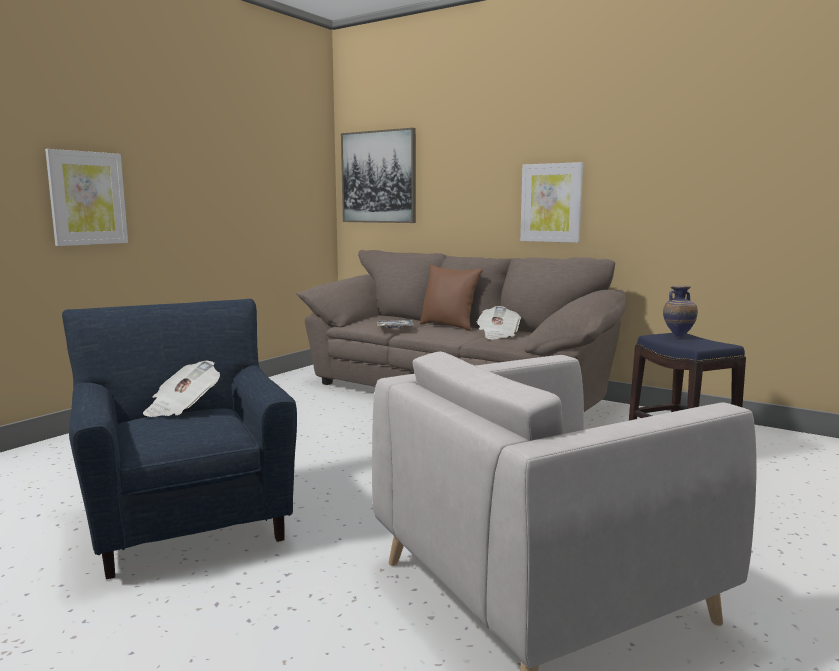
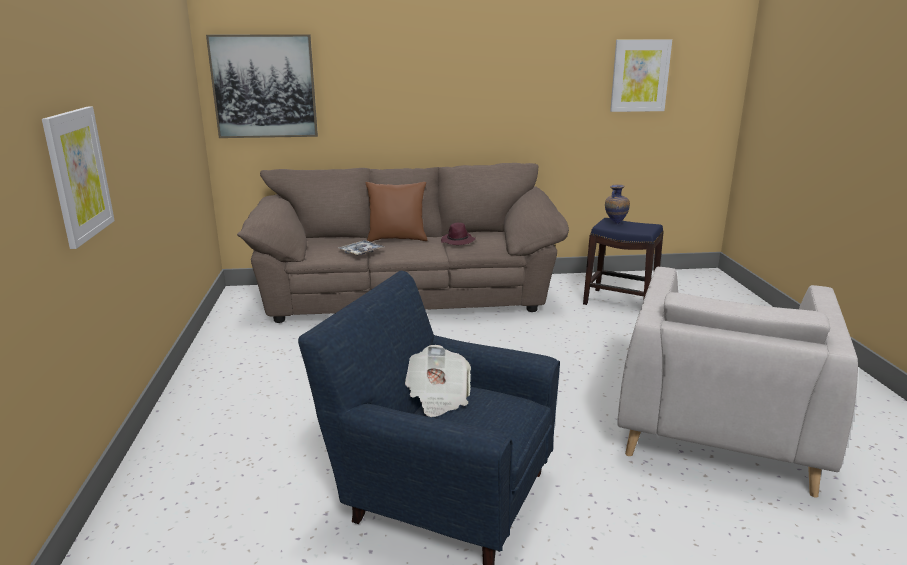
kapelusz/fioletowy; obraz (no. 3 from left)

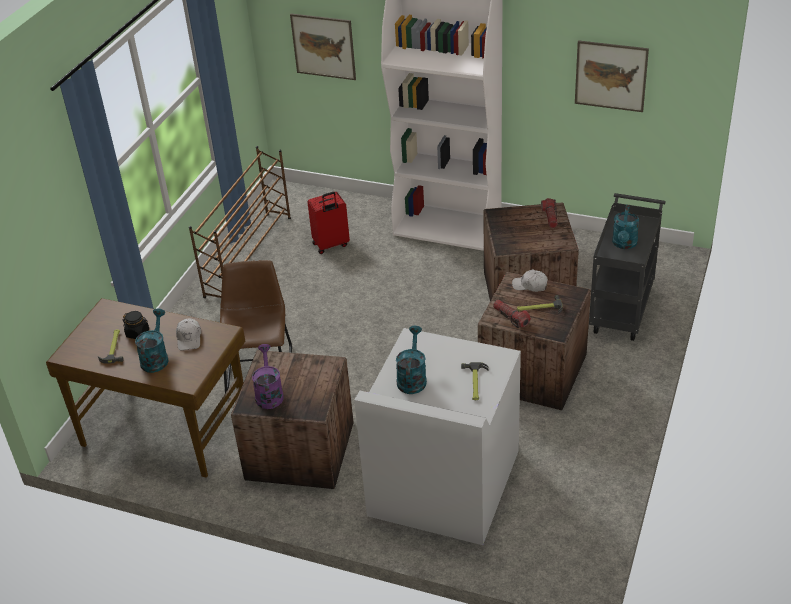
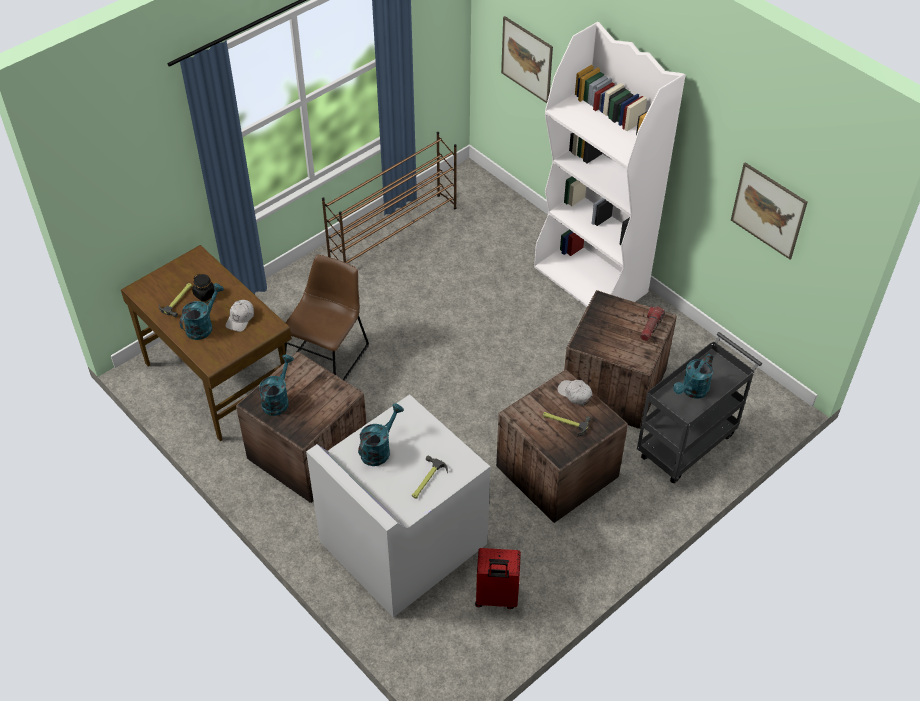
konewka/turkusowy (no. 2 from left); walizka/czerwony; latarka (no. 1 from left in the first image)

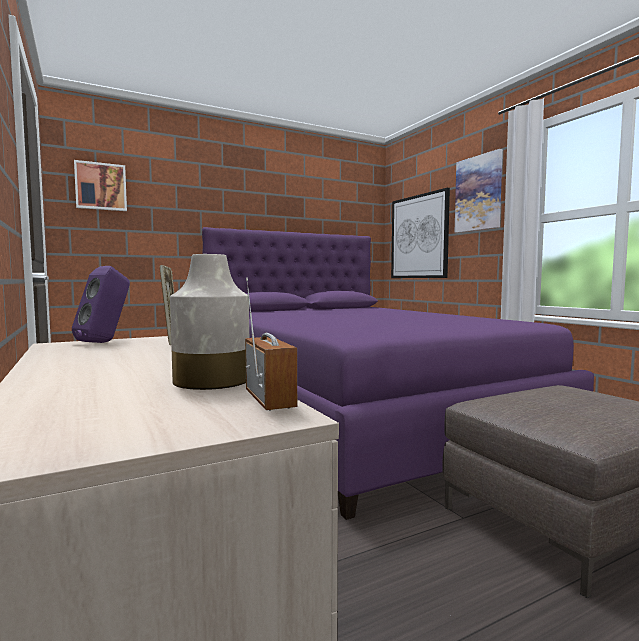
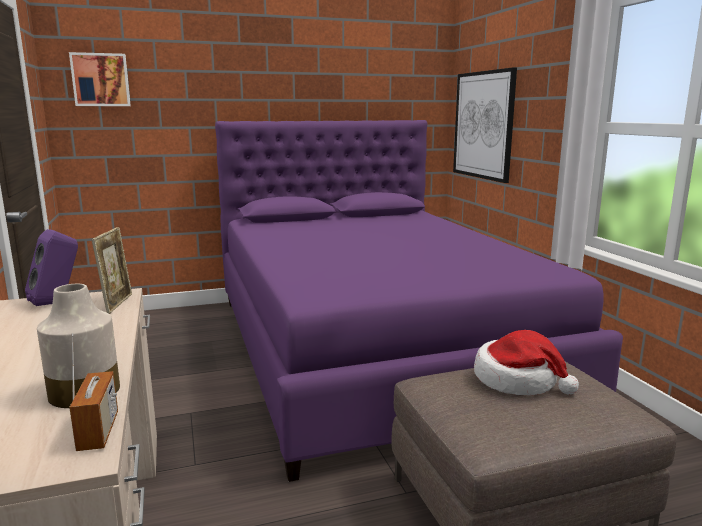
obraz (no. 3 from left in the first image); kapelusz

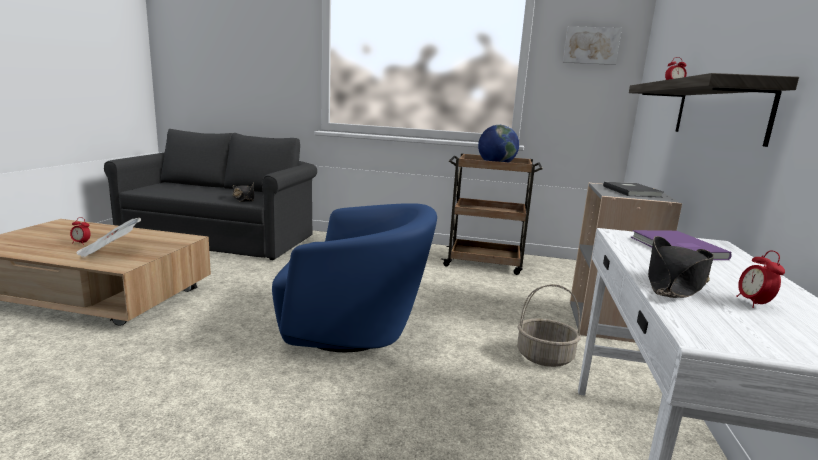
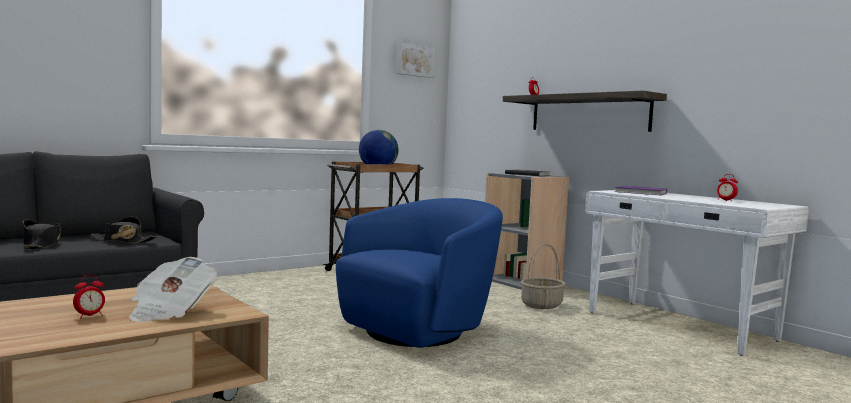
kapelusz/czarny (no. 1 from left)

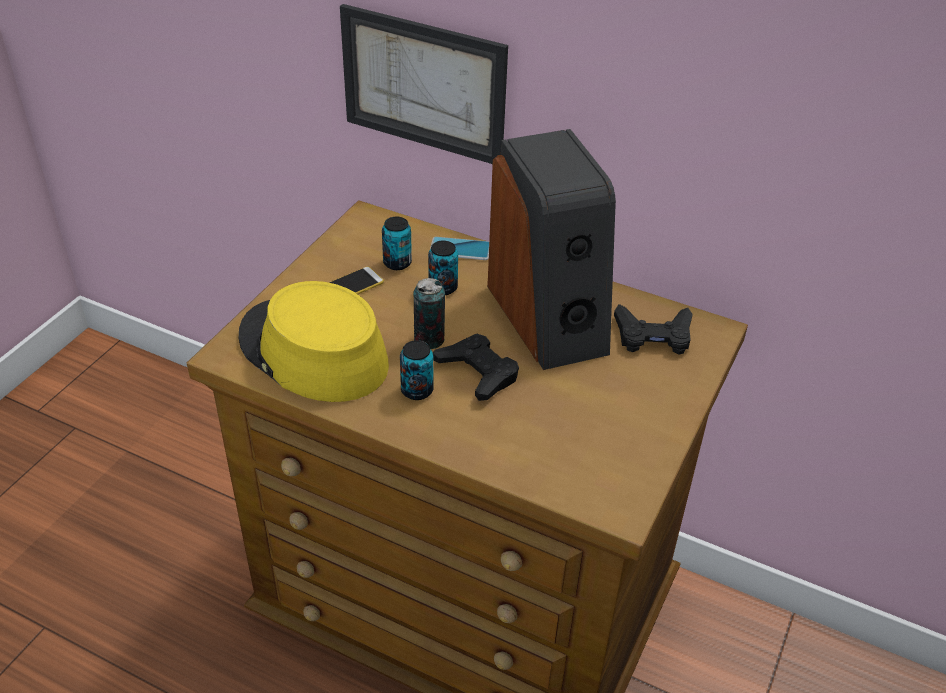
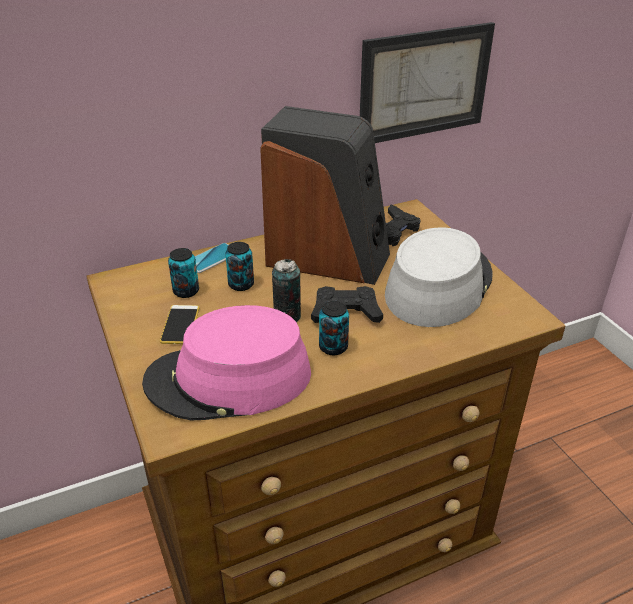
kapelusz/różowy; obraz; kapelusz/szary

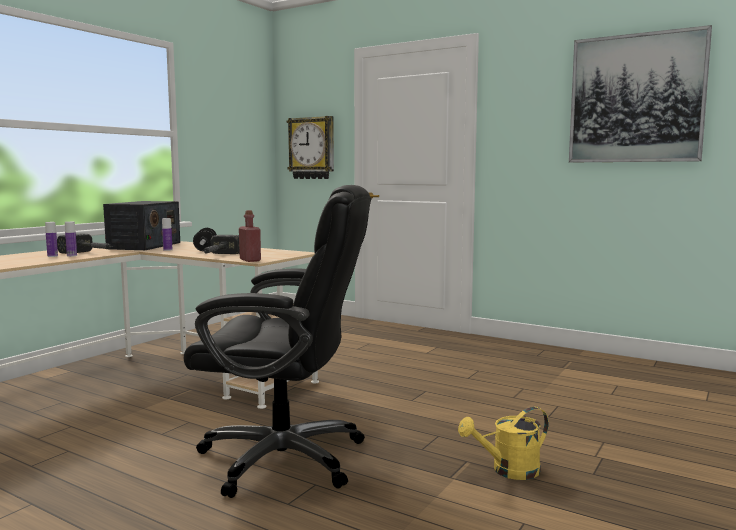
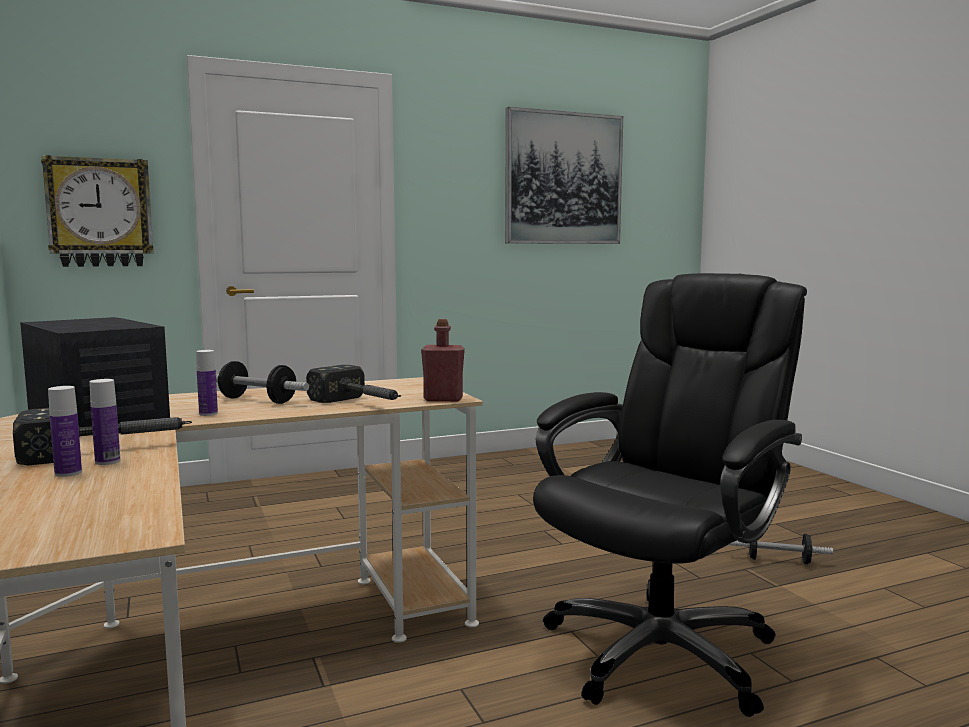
hantel (no. 2 from left)

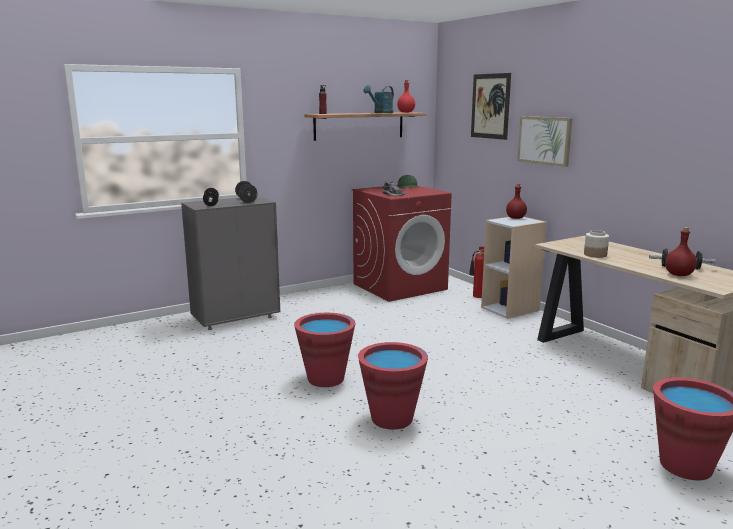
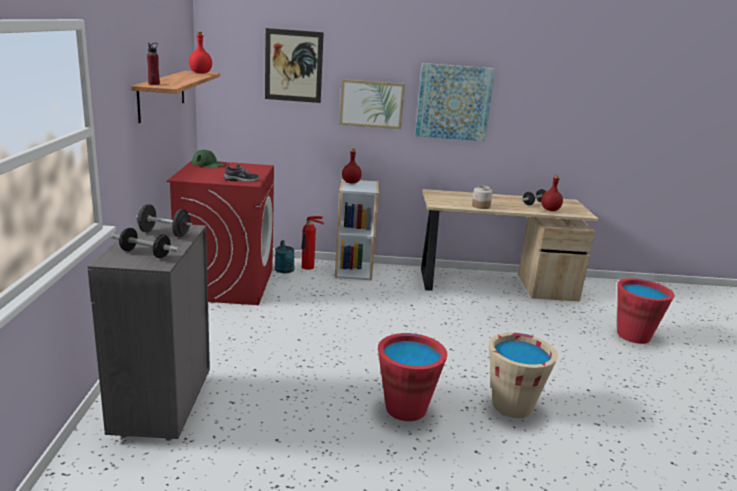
wiadro/beżowy; konewka/turkusowy; obraz (no. 3 from left)

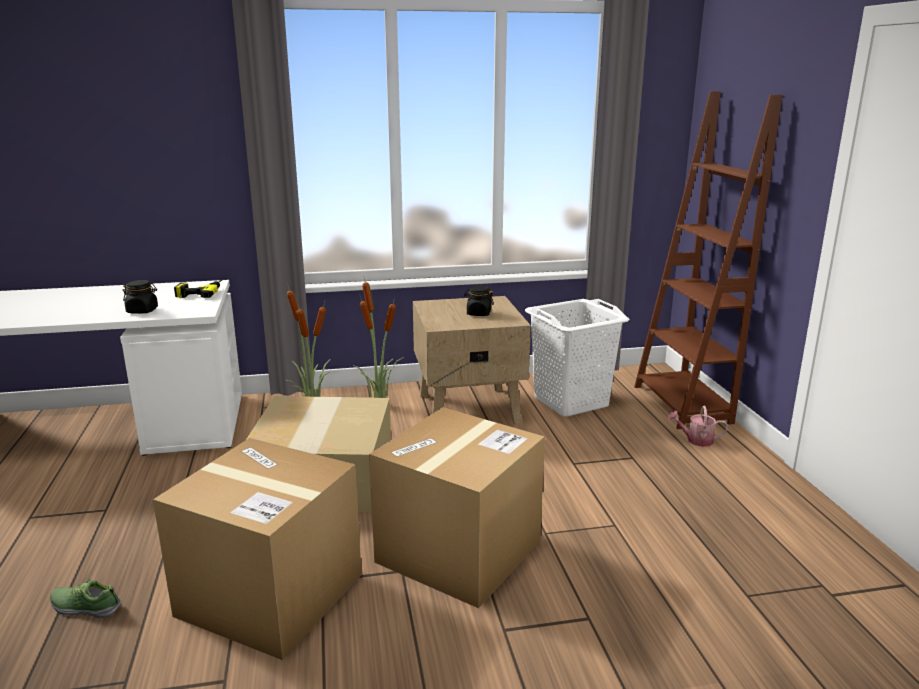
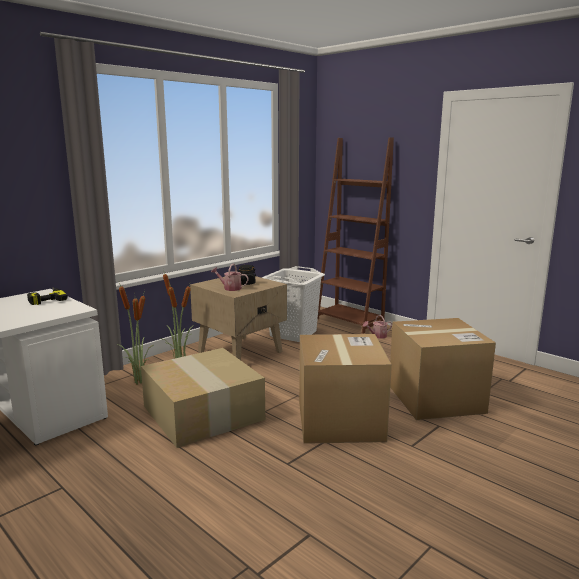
but; słoik/czarny (no. 1 from left in the first image); karton (no. 3 from left); konewka (no. 1 from left)

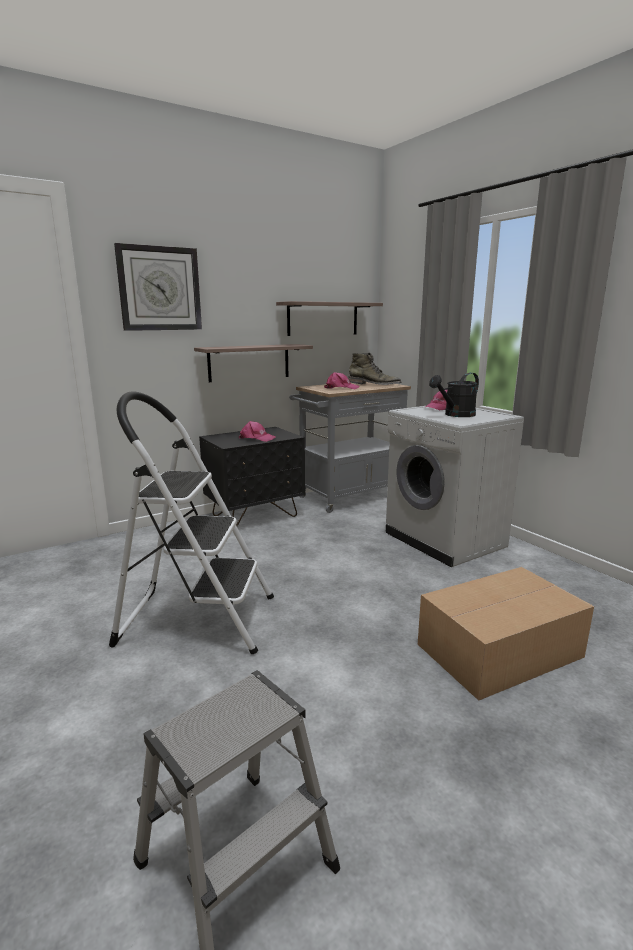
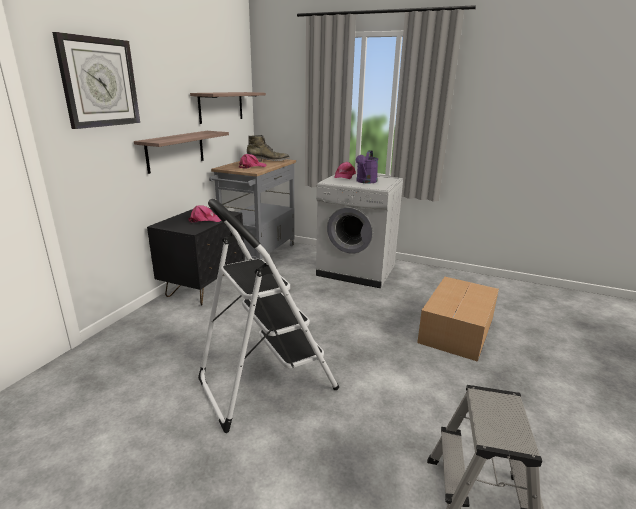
konewka/fioletowy

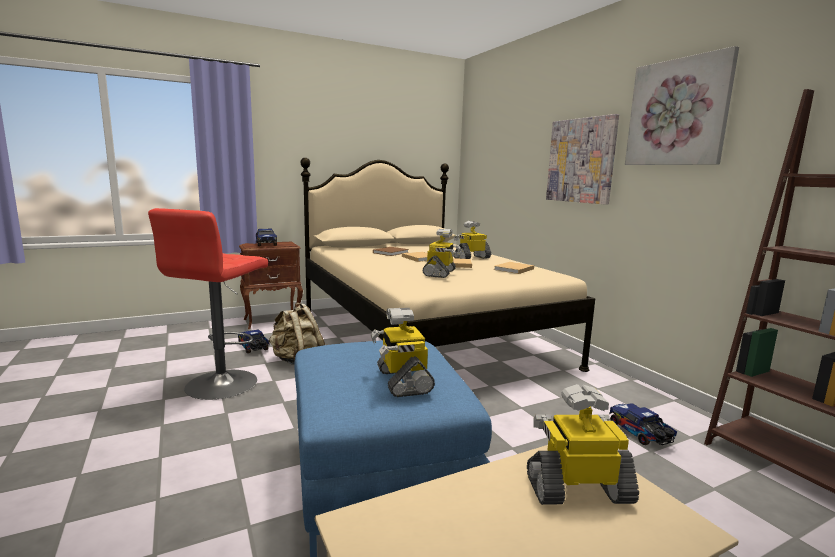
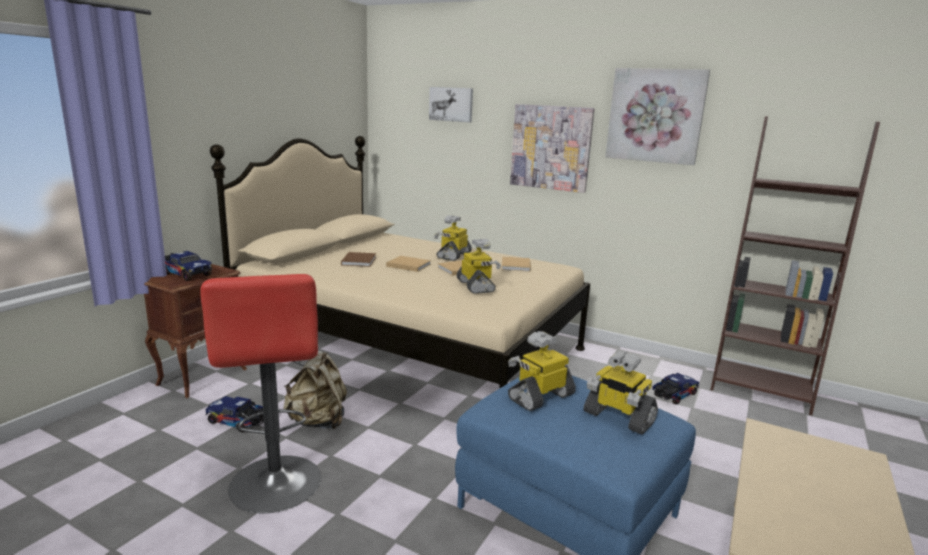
robot zabawkowy (no. 3 from left); ciężarówka zabawkowa (no. 3 from left); obraz (no. 1 from left)

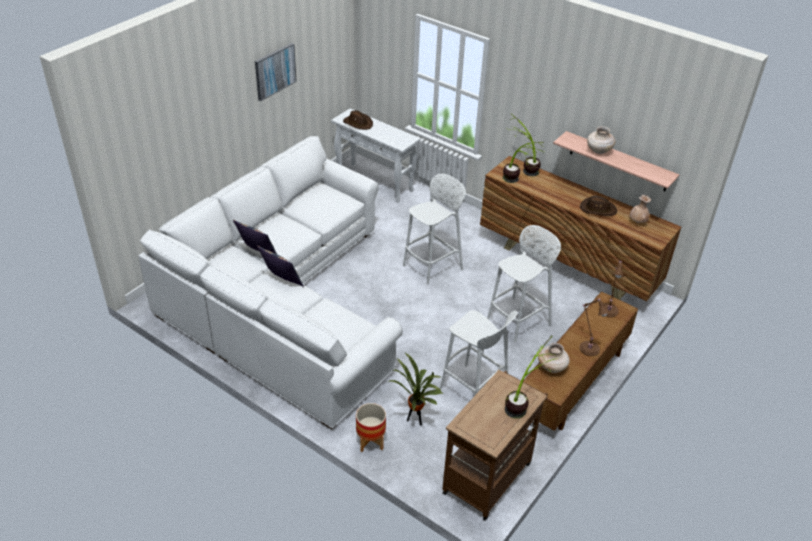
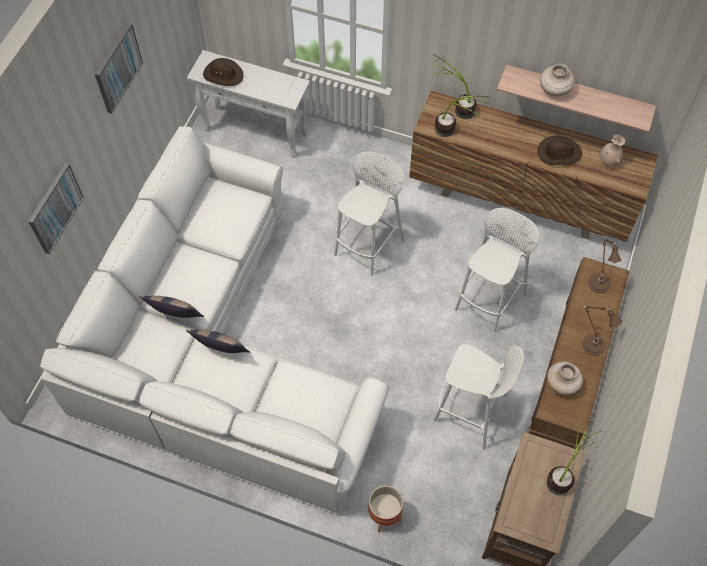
roślina doniczkowa (no. 1 from left in the first image); obraz (no. 1 from left)

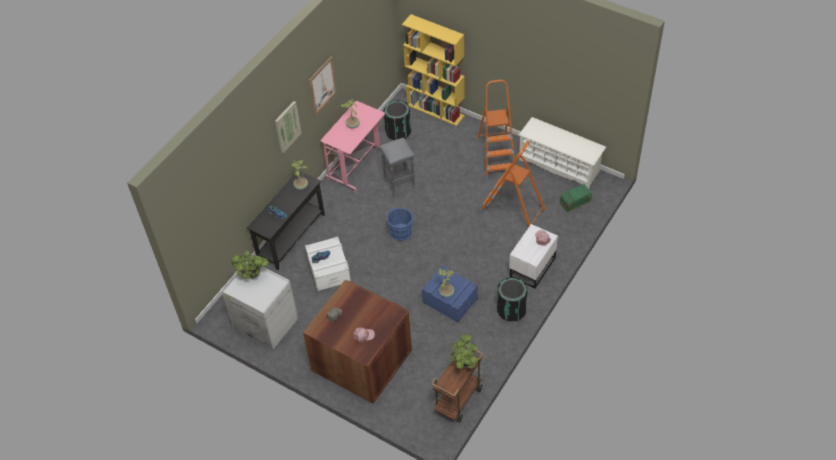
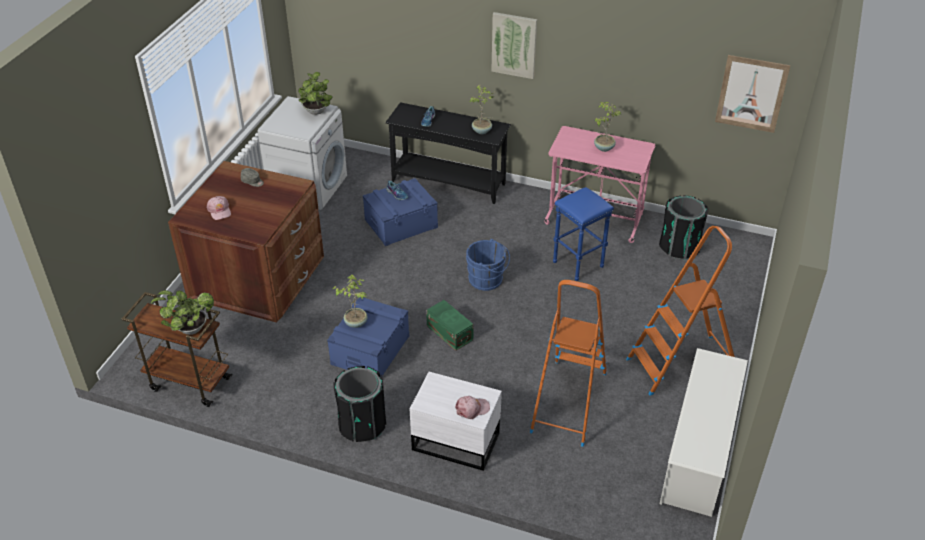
pojemnik do przechowywania/niebieski (no. 2 from left); obraz (no. 2 from left); stołek/niebieski; regał/żółty; pojemnik do przechowywania/zielony

